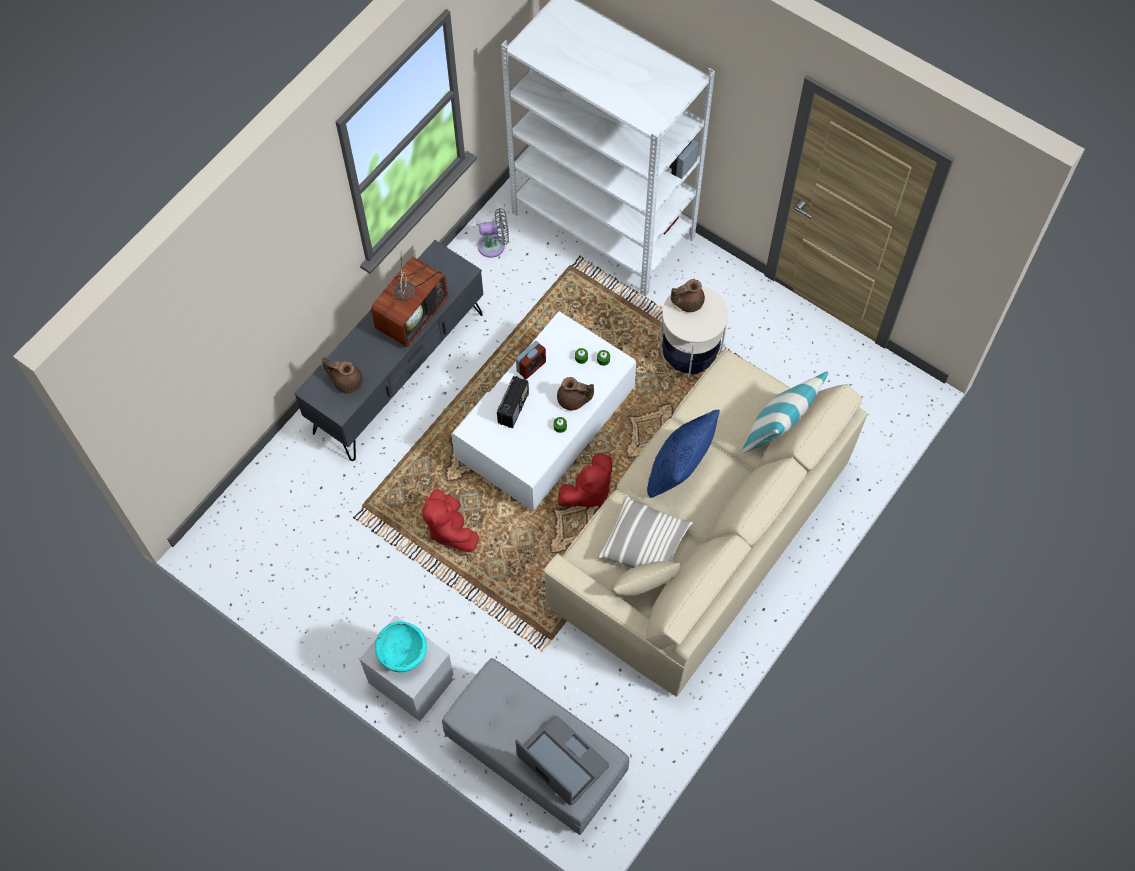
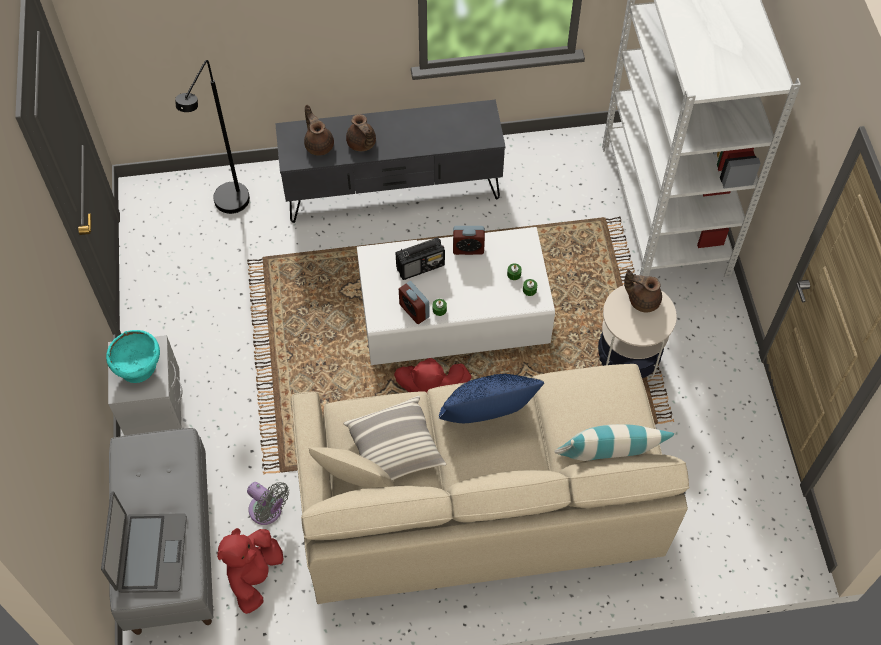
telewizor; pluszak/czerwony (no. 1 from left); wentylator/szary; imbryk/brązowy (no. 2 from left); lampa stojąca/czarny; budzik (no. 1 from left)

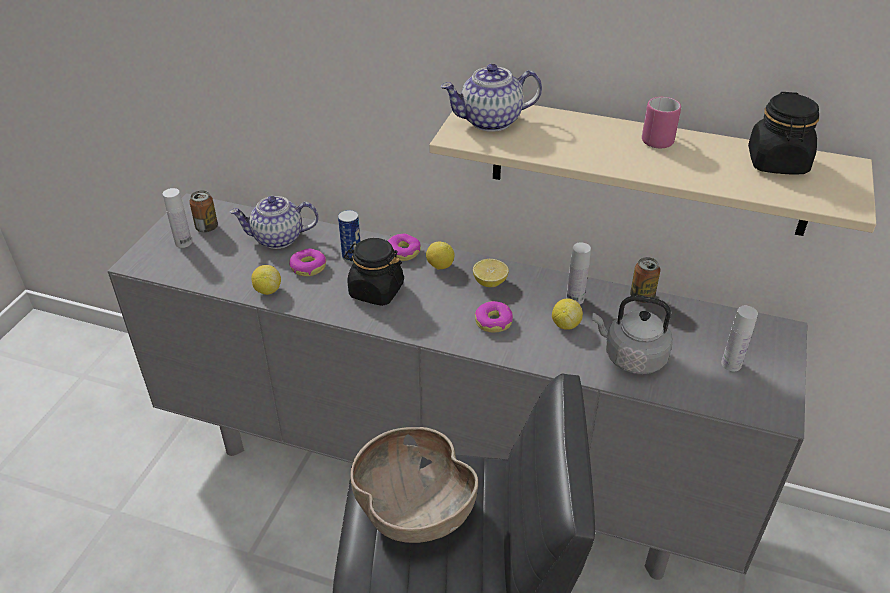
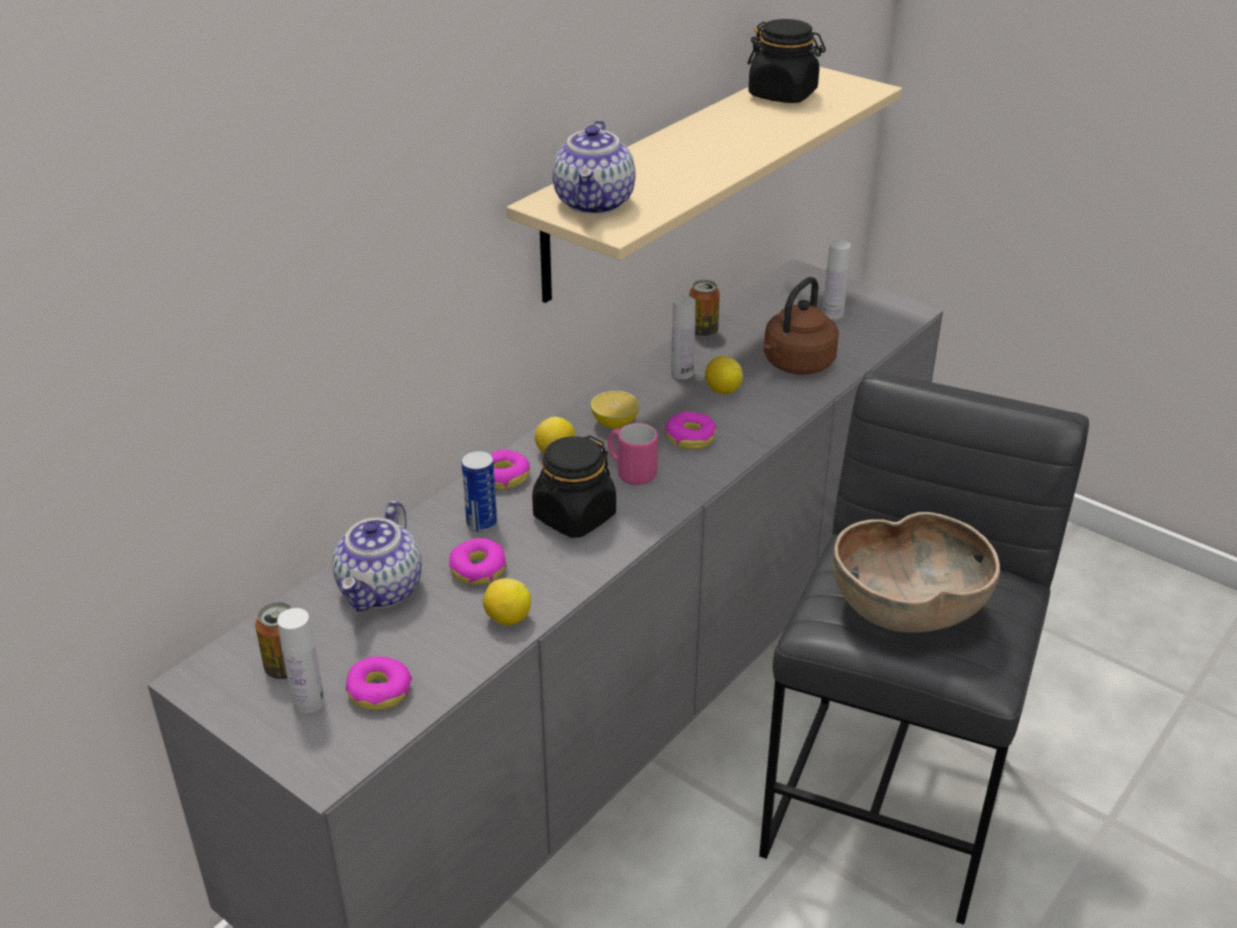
czajnik/brązowy; kubek/różowy; donut (no. 1 from left)

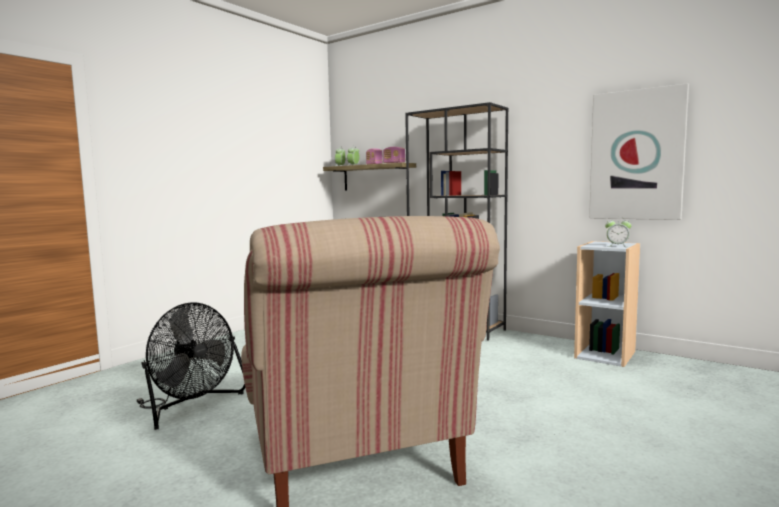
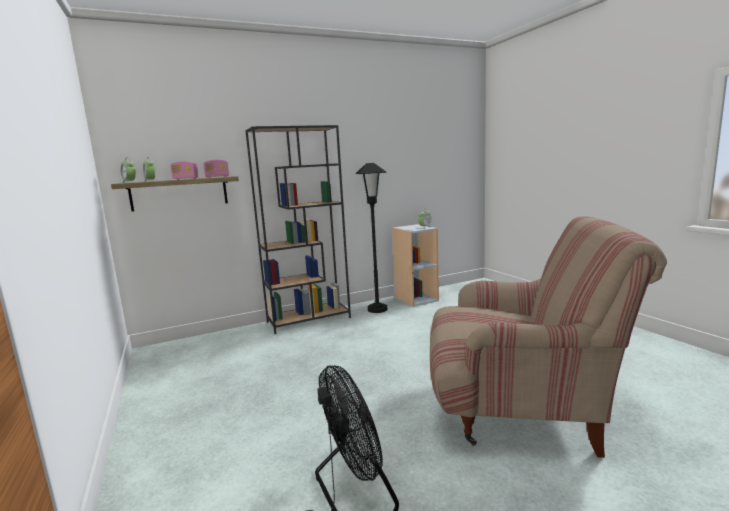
obraz; lampa stojąca/czarny

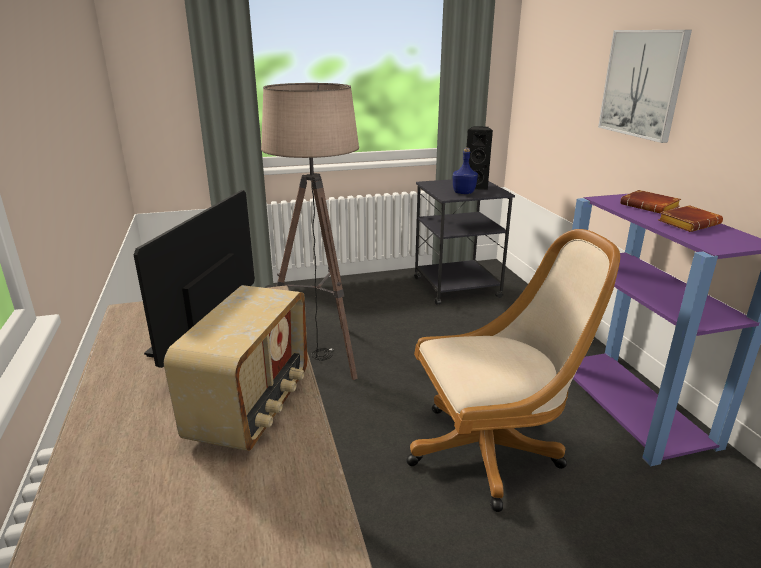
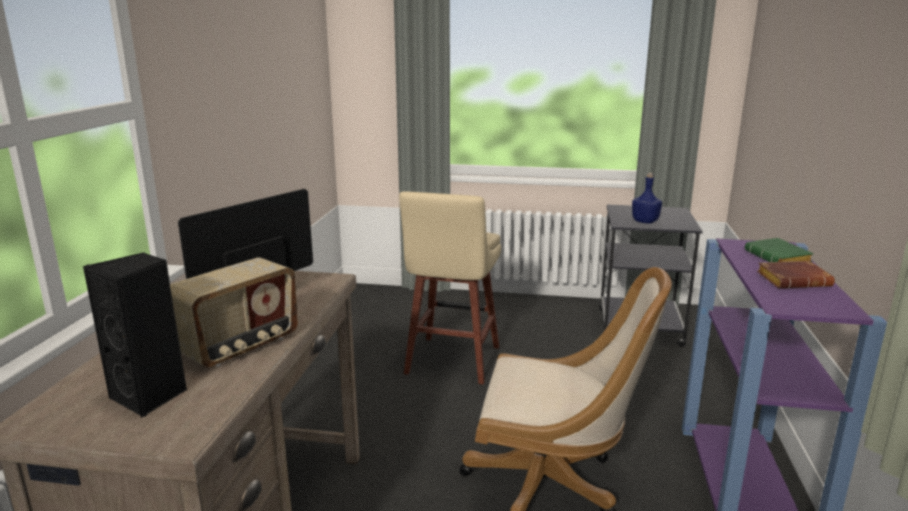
stołek/beżowy; głośnik/czarny; obraz; książka/zielony

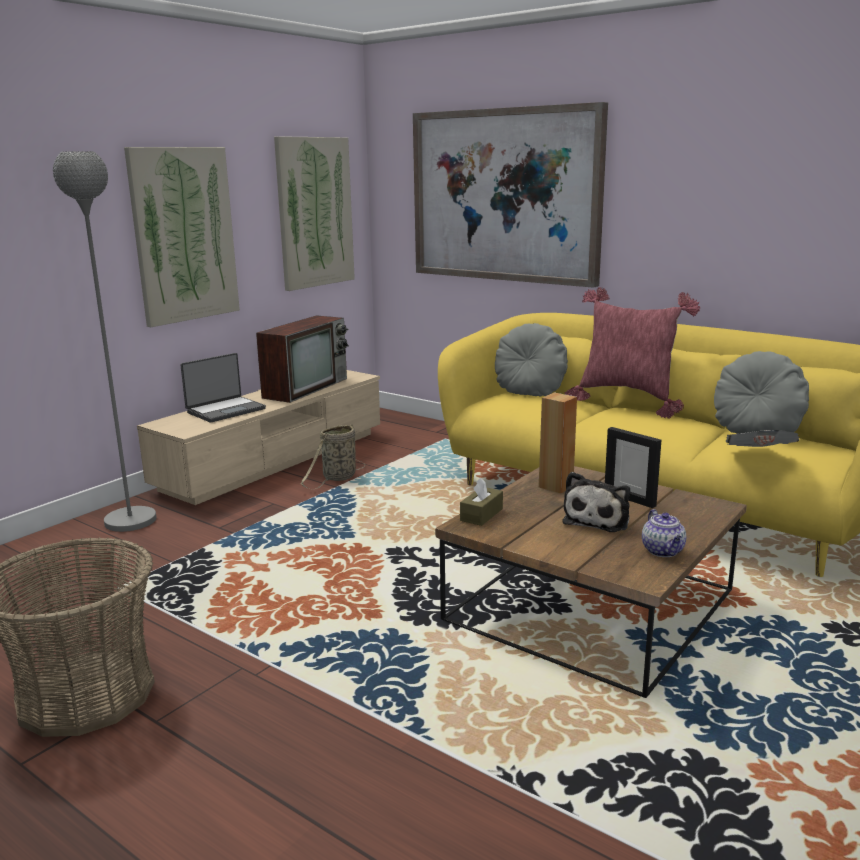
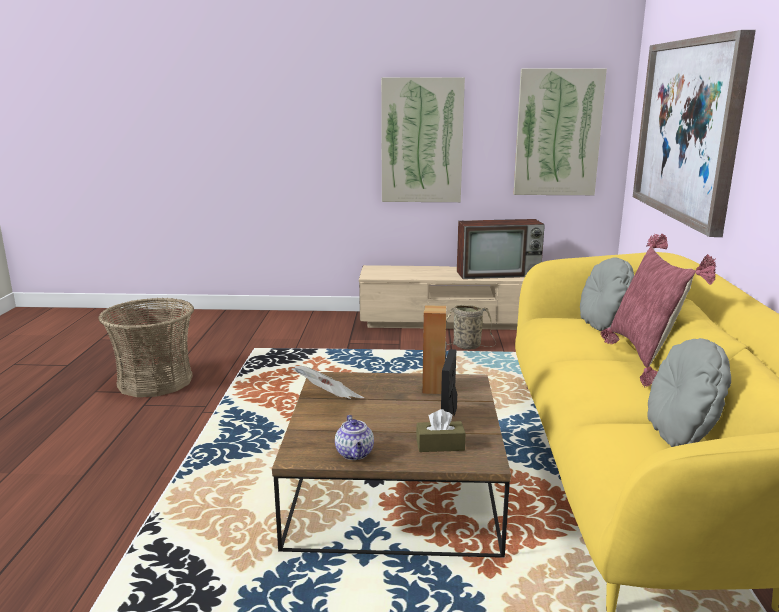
lampa stojąca/szary; laptop; pudełko chusteczek/brązowy; pluszak; imbryk; gazeta

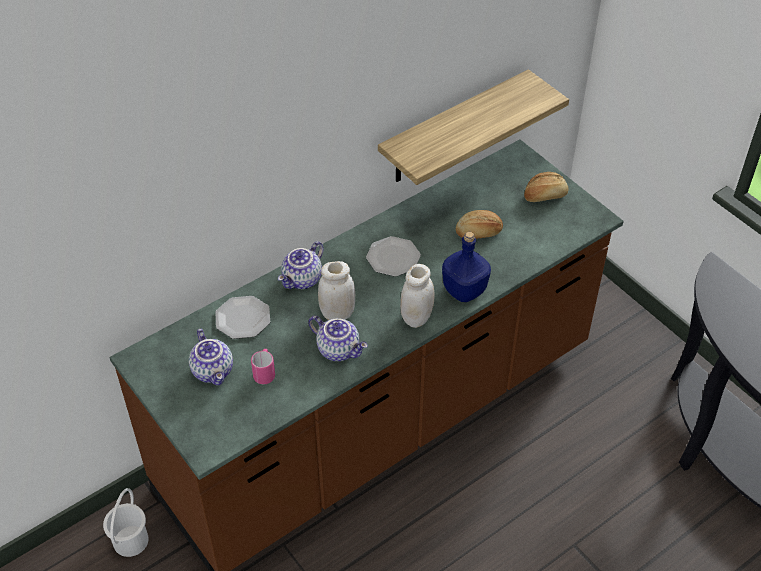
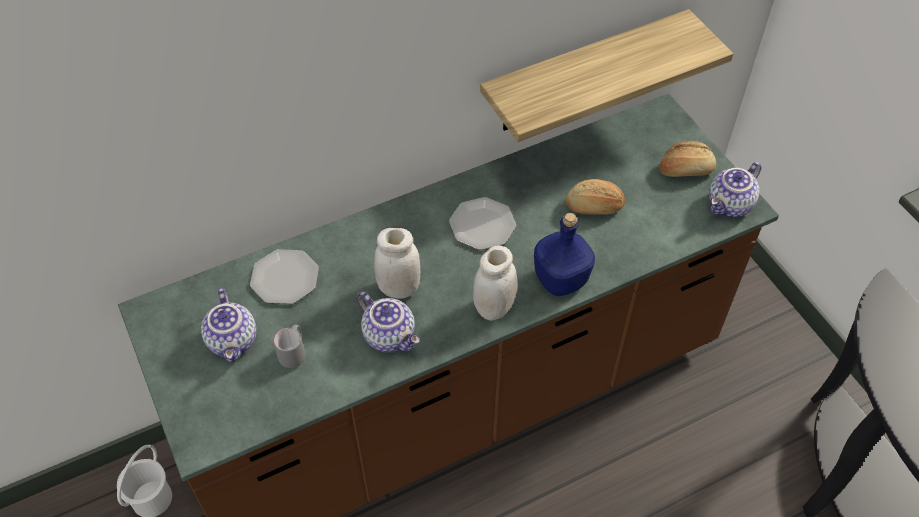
kubek/szary; imbryk (no. 3 from left)

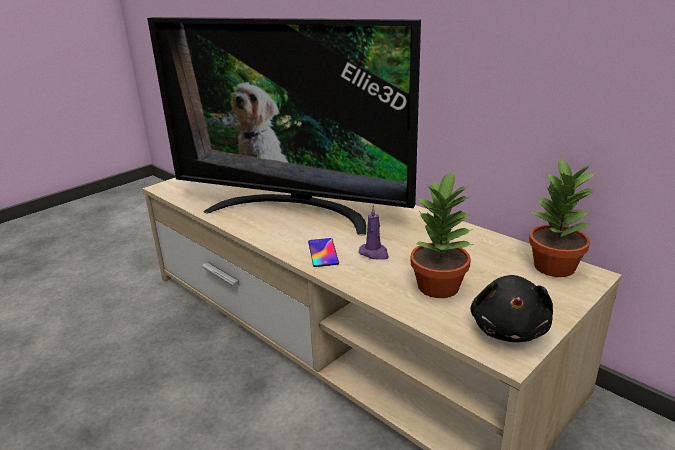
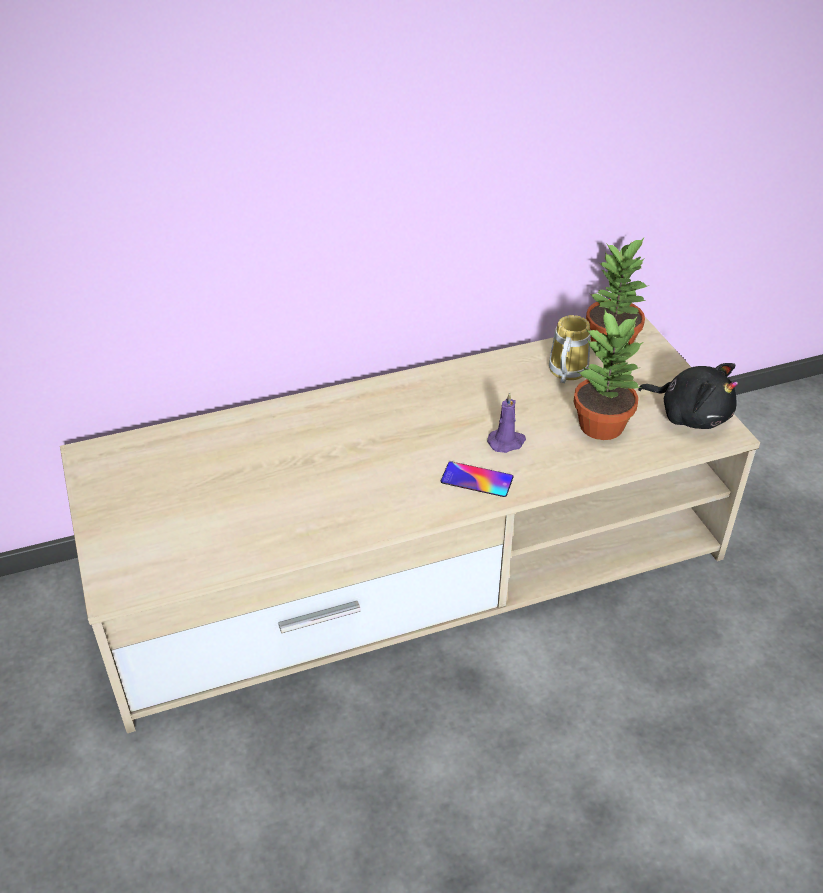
telewizor; kubek

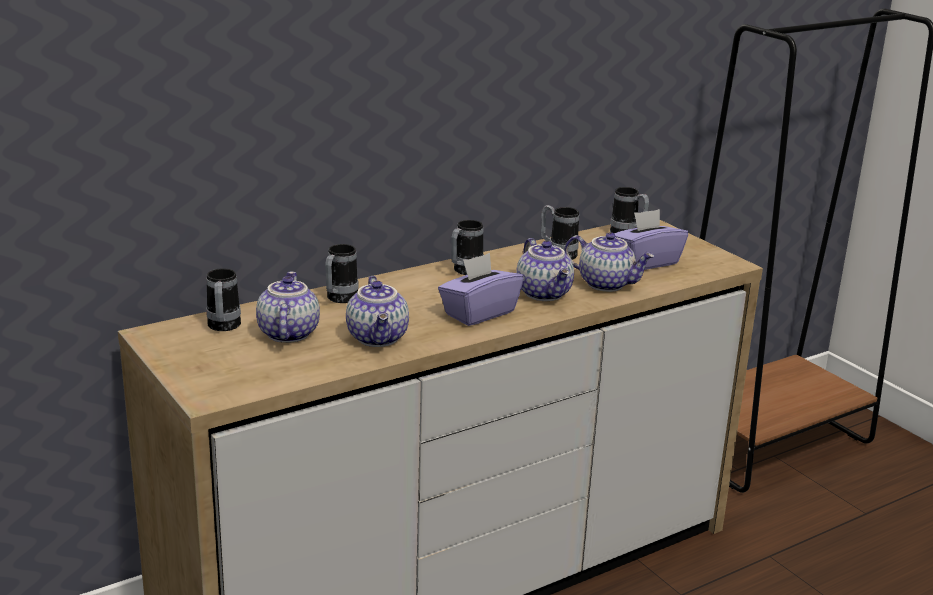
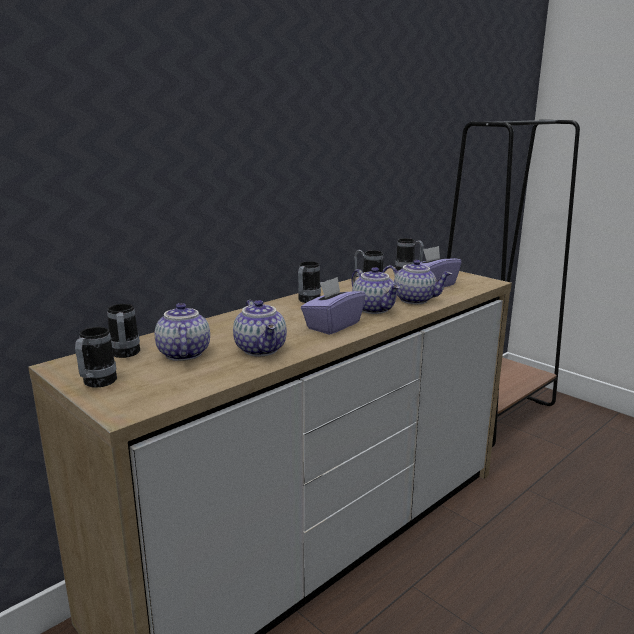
kubek (no. 1 from left)

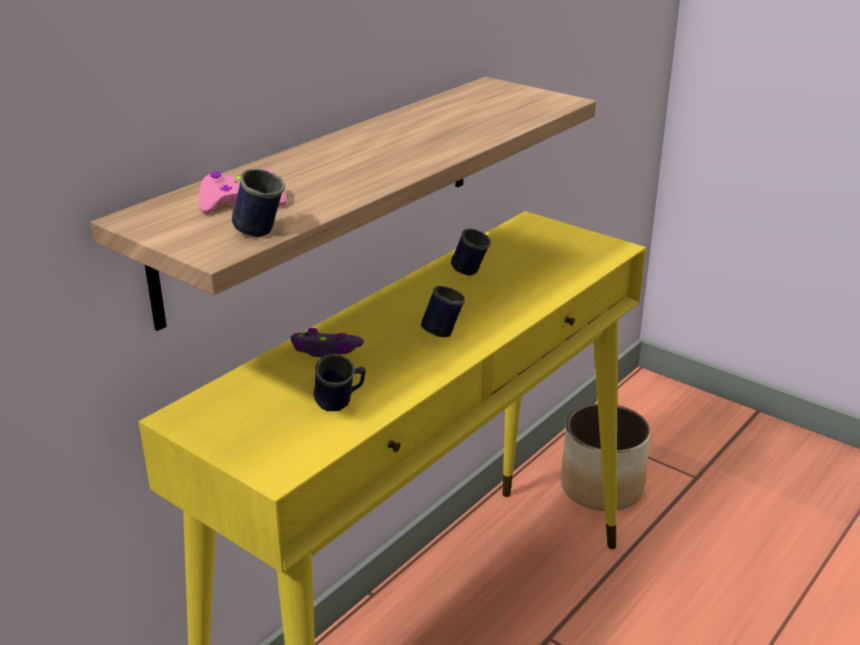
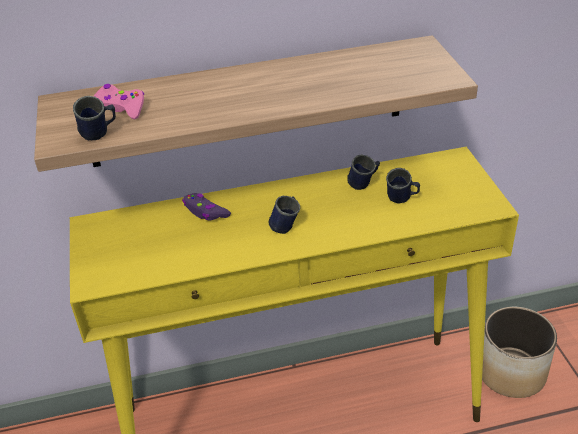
kubek/niebieski (no. 4 from left)

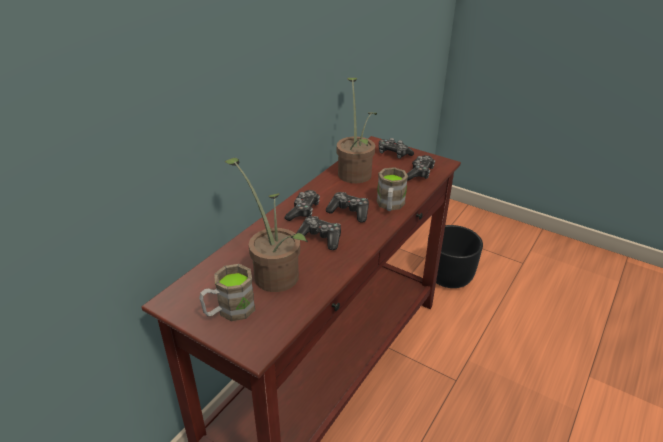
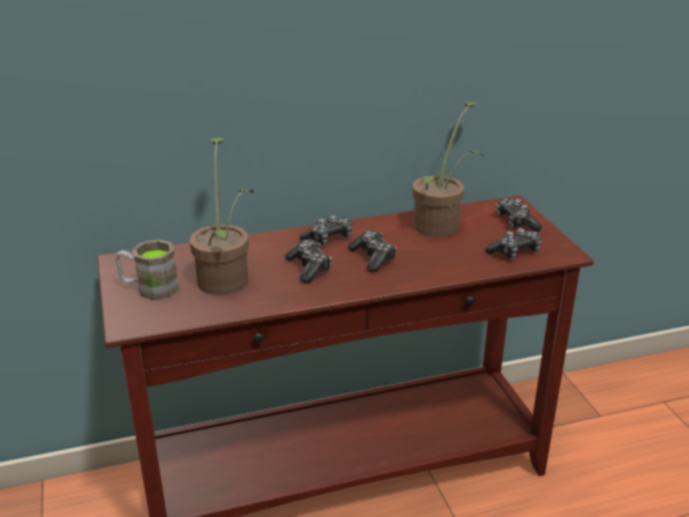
kubek/brązowy (no. 2 from left in the first image); donica/czarny

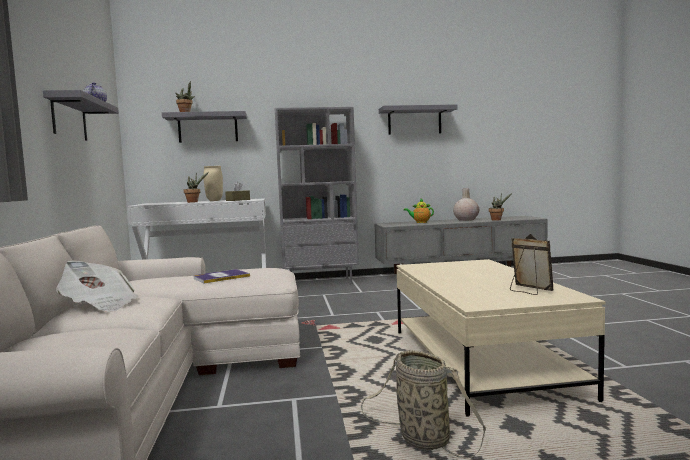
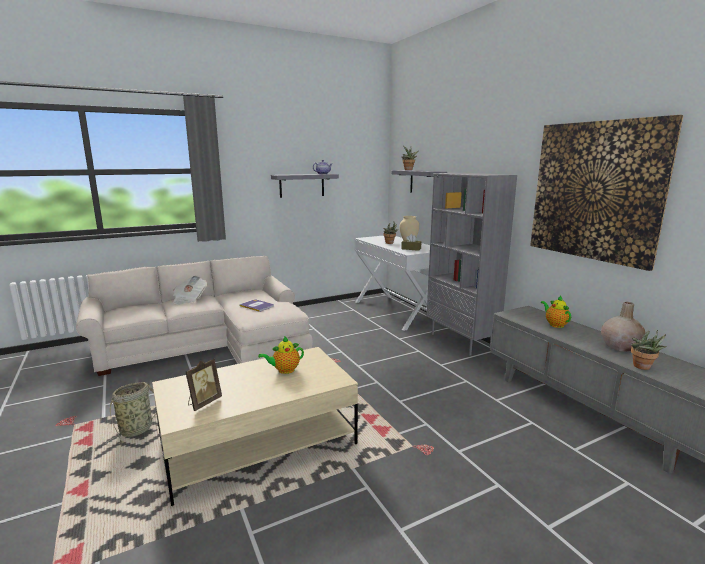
obraz; imbryk (no. 1 from left)

